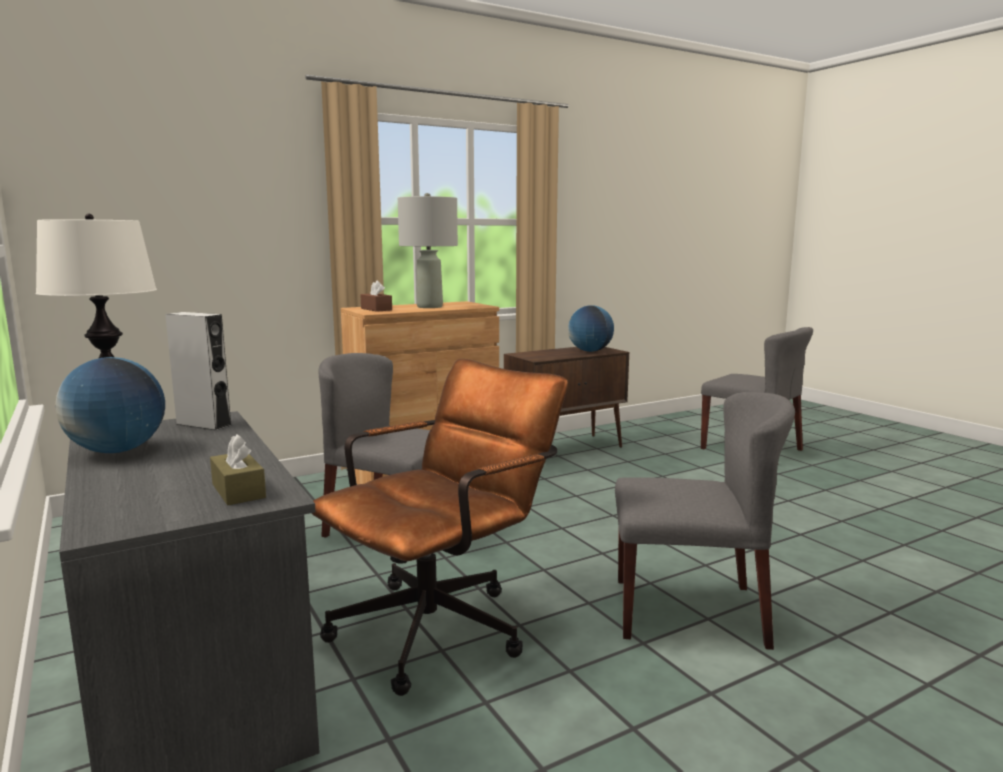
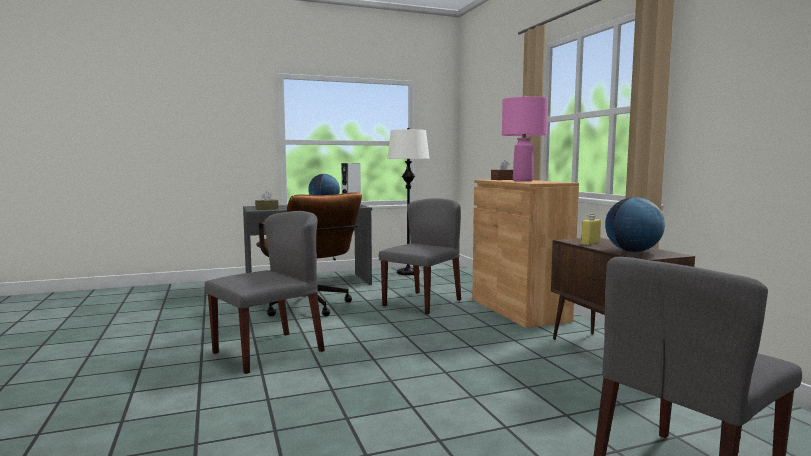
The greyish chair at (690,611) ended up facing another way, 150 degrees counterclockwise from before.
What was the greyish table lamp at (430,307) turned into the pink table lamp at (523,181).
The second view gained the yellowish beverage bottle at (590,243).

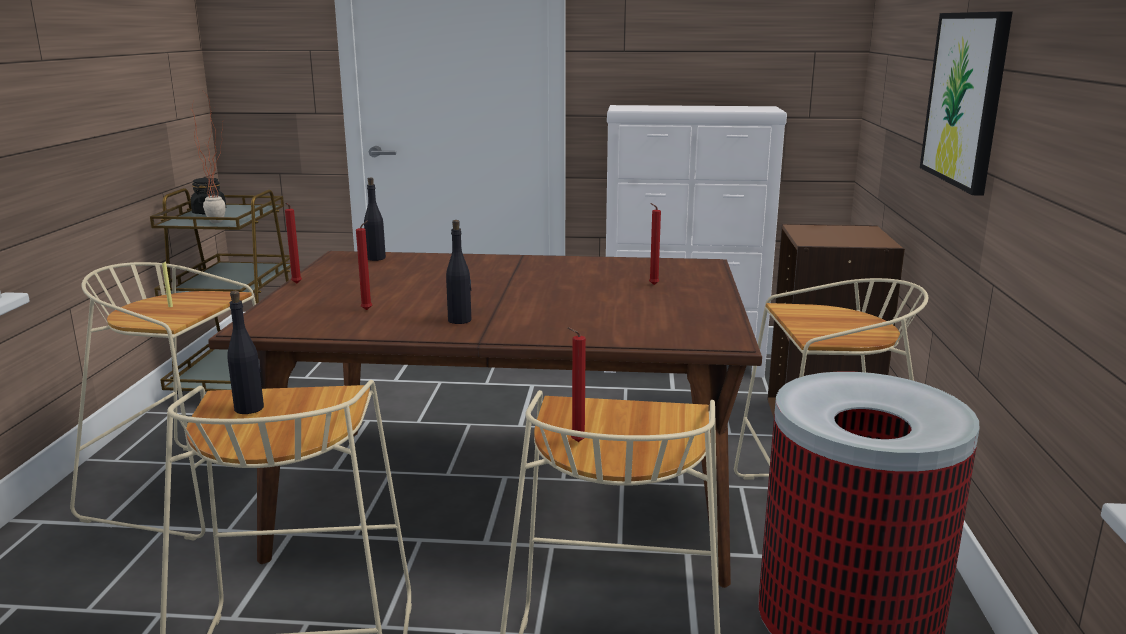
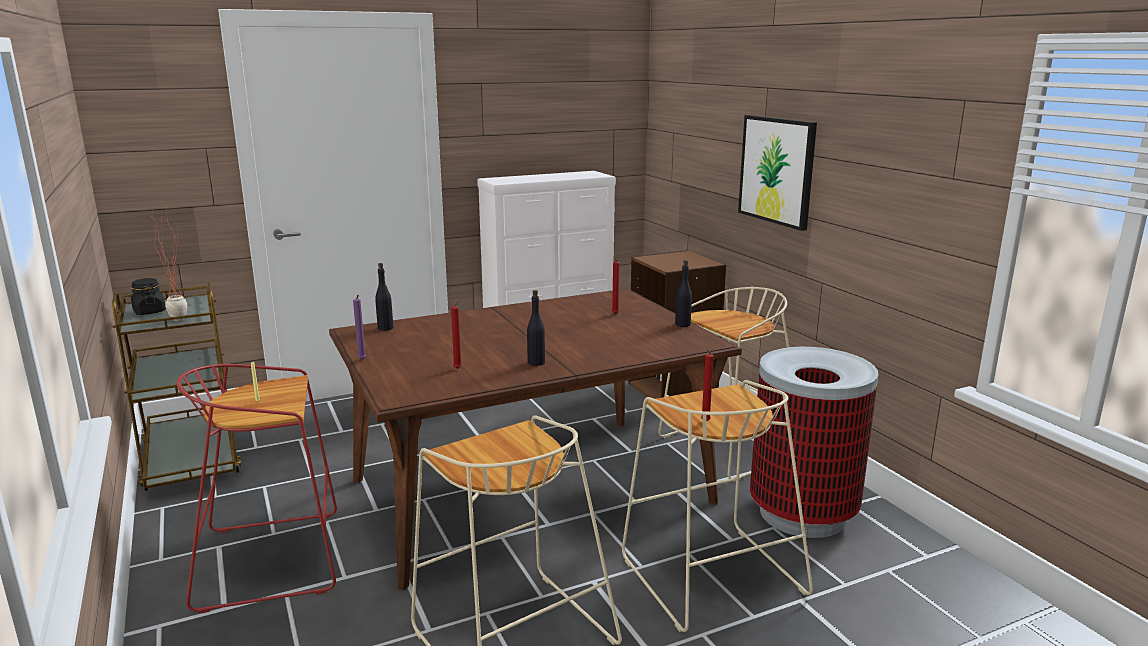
What was the beige-coloured stool seat at (194,489) turned into the red stool seat at (274,558).
What was the red wax candle at (296,284) turned into the purple wax candle at (362,360).
The blackish beverage bottle ended up elsewhere, having gone from (249,408) to (682,324).

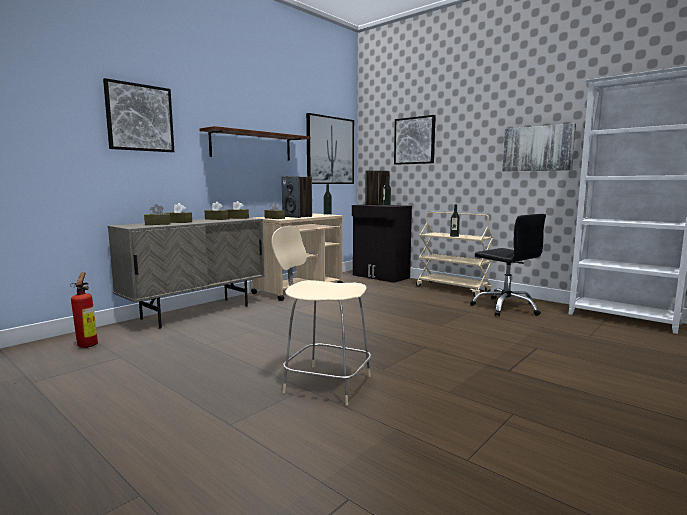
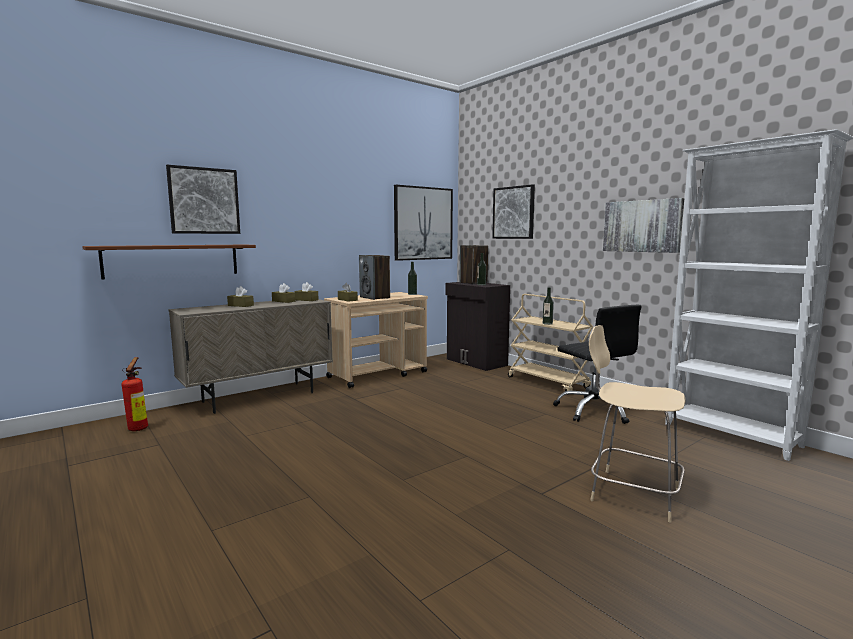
The brownish shelf ended up elsewhere, having gone from (252,146) to (172,260).
The beige-coloured chair ended up elsewhere, having gone from (325,383) to (631,493).
The second view lost the brownish tissue holder at (157,224).

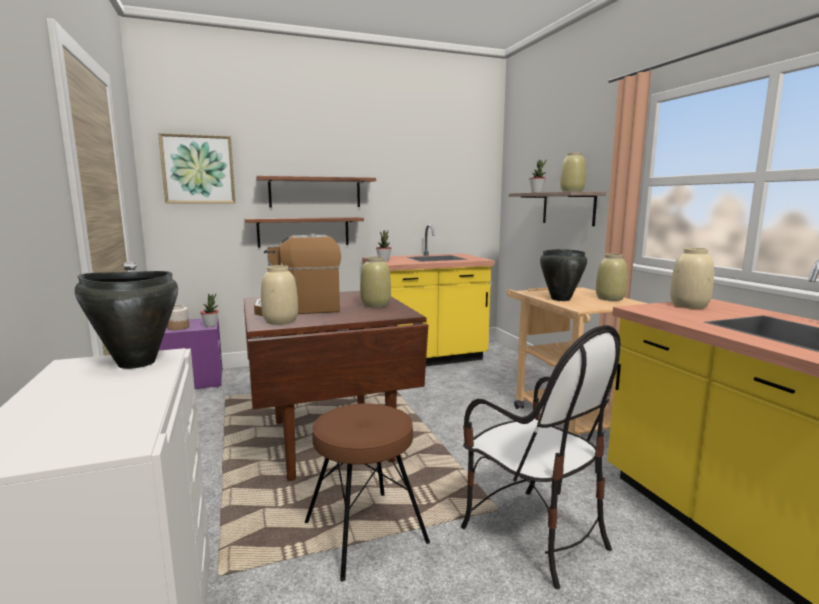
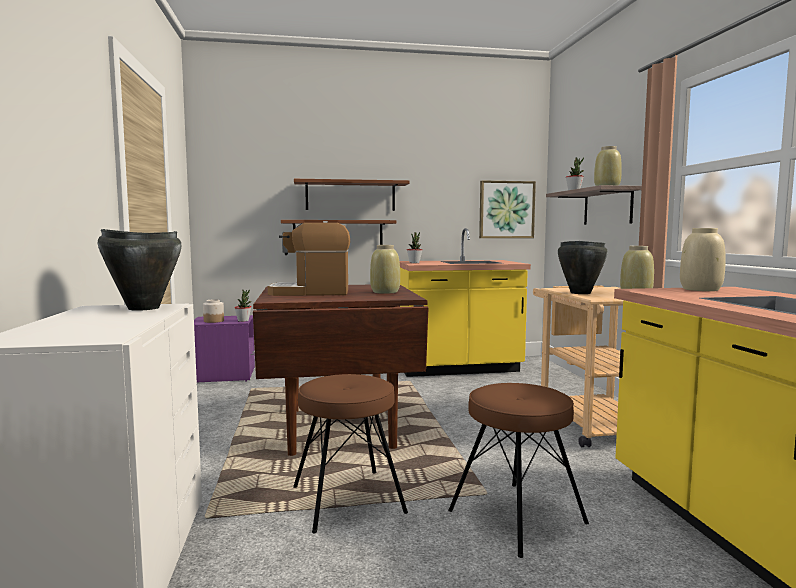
Where the chair stood at (533,534), the brownish stool seat came to stand at (516,517).
The picture ended up elsewhere, having gone from (198,169) to (506,209).
The second view lost the beige-coloured decorative vase at (281,321).

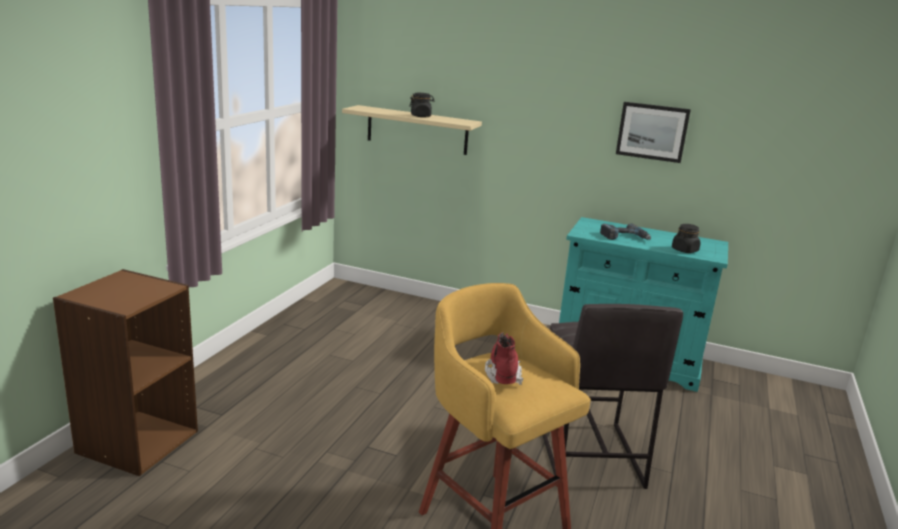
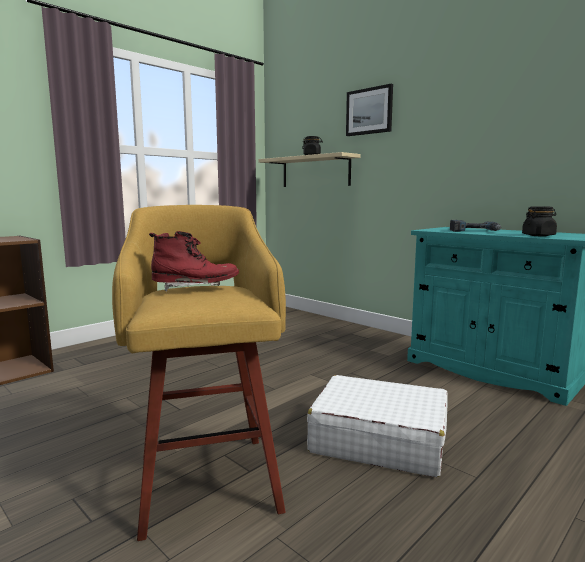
The red tall boot at (503,374) ended up facing another way, 60 degrees clockwise from before.
Where the greyish stool seat stood at (588,454), the white suitcase came to stand at (378,440).
The picture ended up elsewhere, having gone from (652,131) to (369,111).

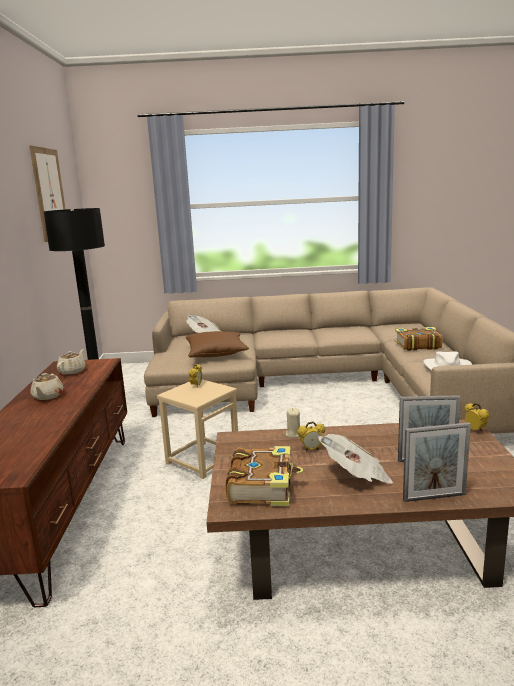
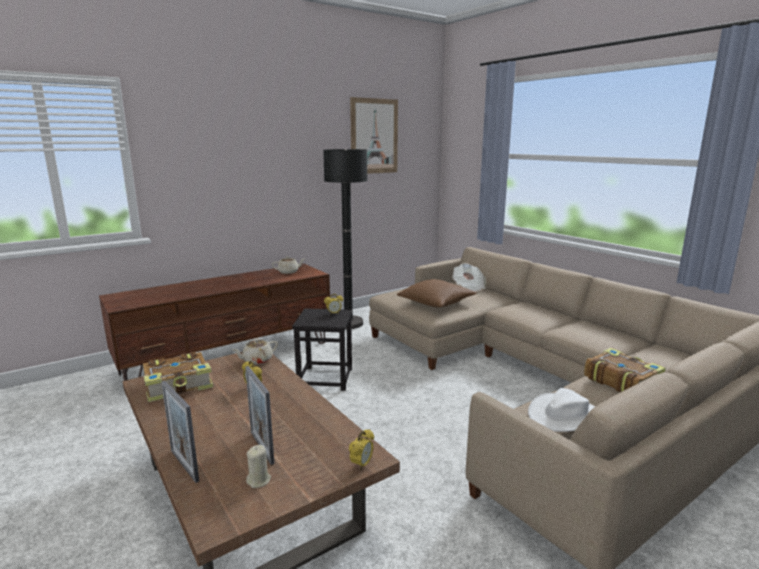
The beige-coloured teapot ended up elsewhere, having gone from (47,396) to (257,360).
The beige-coloured wax candle ended up elsewhere, having gone from (293,434) to (259,480).
What was the beige-coloured stool seat at (202,459) turned into the blackish stool seat at (325,378).
The second view lost the printed paper at (356,476).

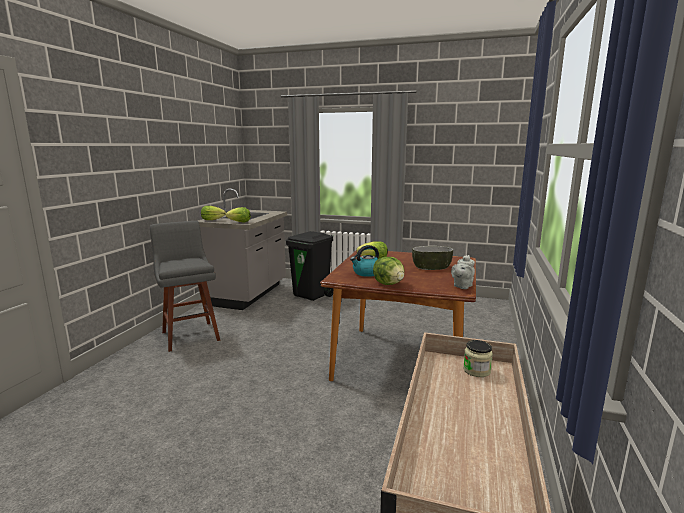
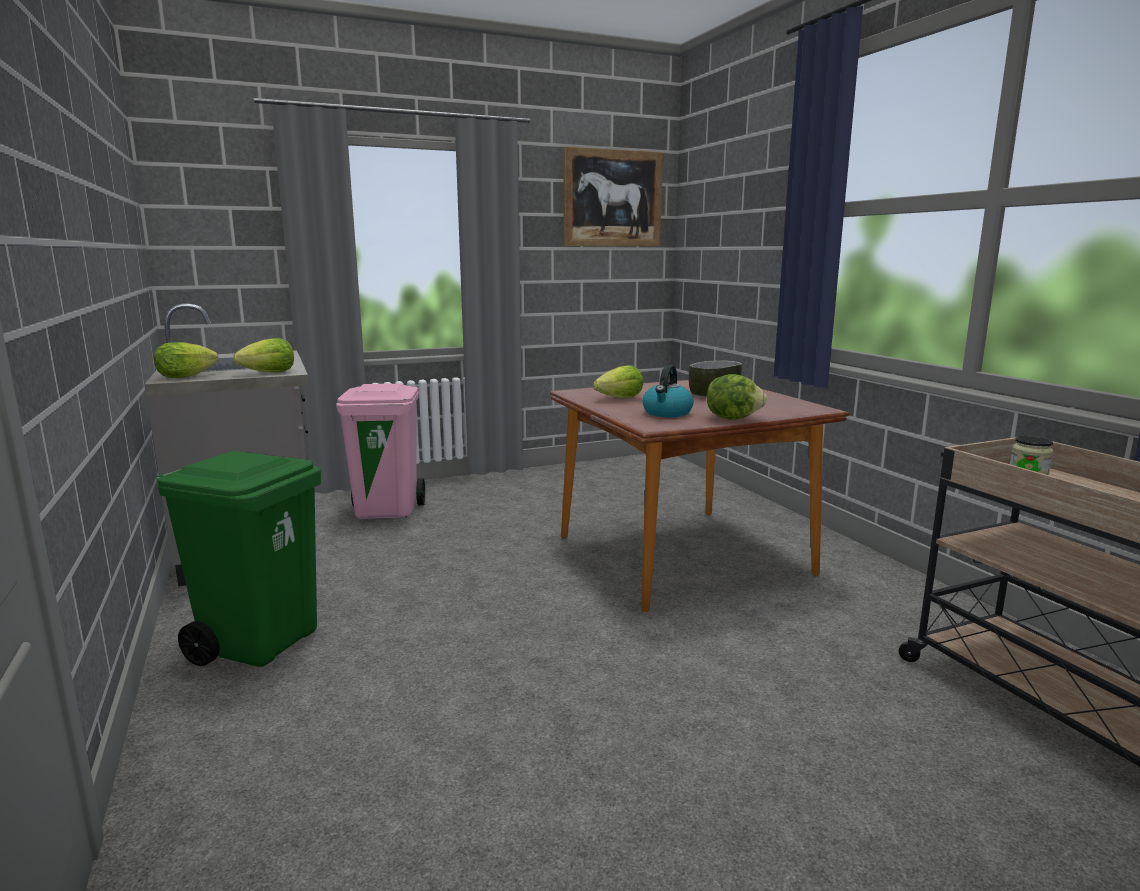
Where the greyish stool seat stood at (190,334), the green-coloured trash can came to stand at (260,642).
What was the blackish trash can at (312,295) turned into the pink trash can at (388,511).
The second view gained the picture at (612,198).
The second view lost the greyish teapot at (462,286).

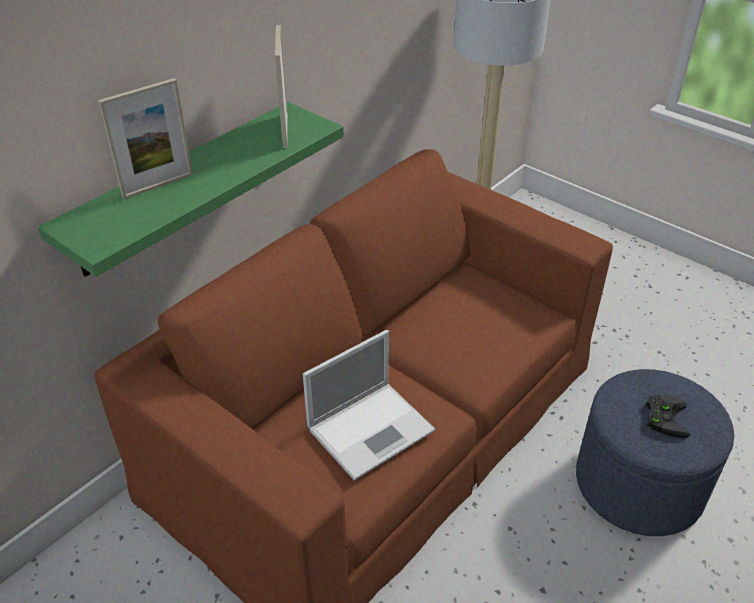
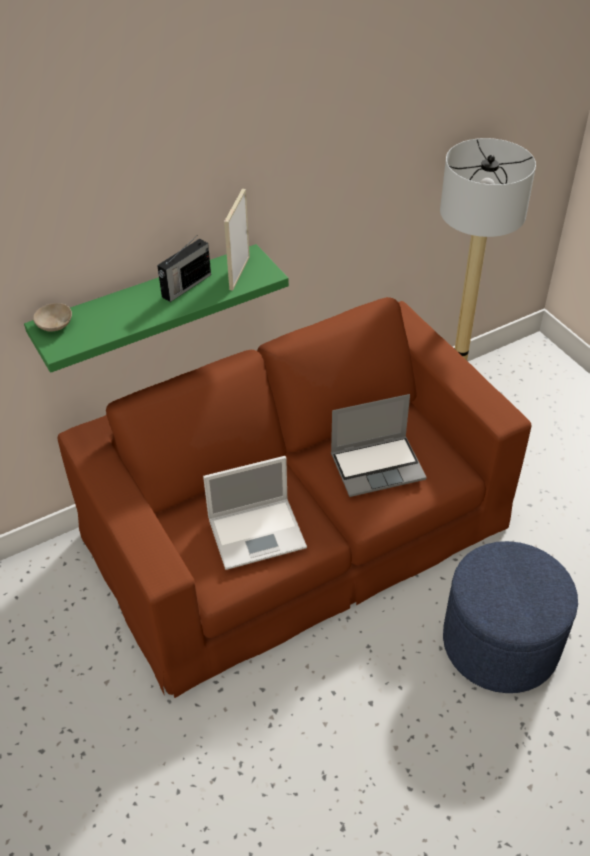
The second view gained the beige-coloured serving bowl at (54,324).
The second view gained the radio set at (185,286).
The second view gained the portable computer at (378,466).
The second view lost the photo frame at (158,185).
The second view lost the blackish gamepad at (664,417).

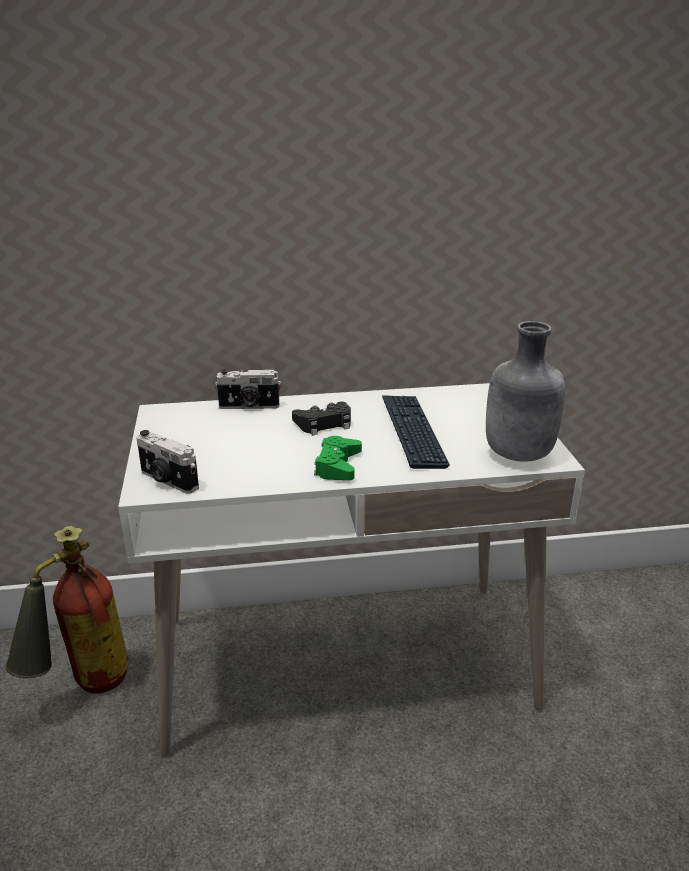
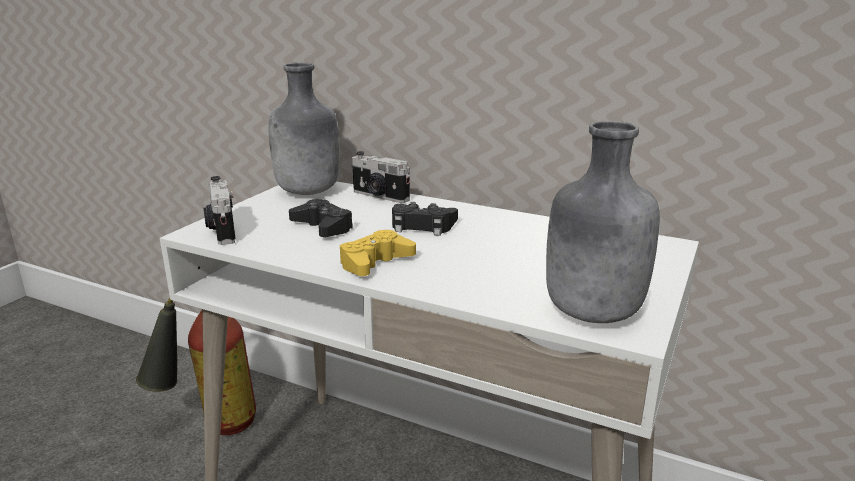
The second view gained the greyish beverage bottle at (308,192).
The second view gained the blackish gamepad at (323,227).
What was the green-coloured gamepad at (337,466) turned into the yellowish gamepad at (375,262).
The second view lost the computer keyboard at (412,431).

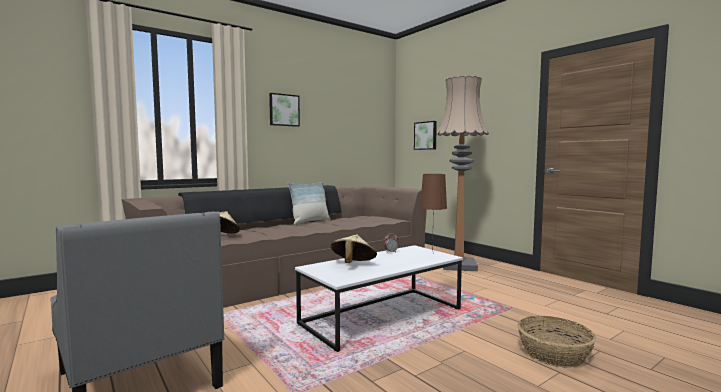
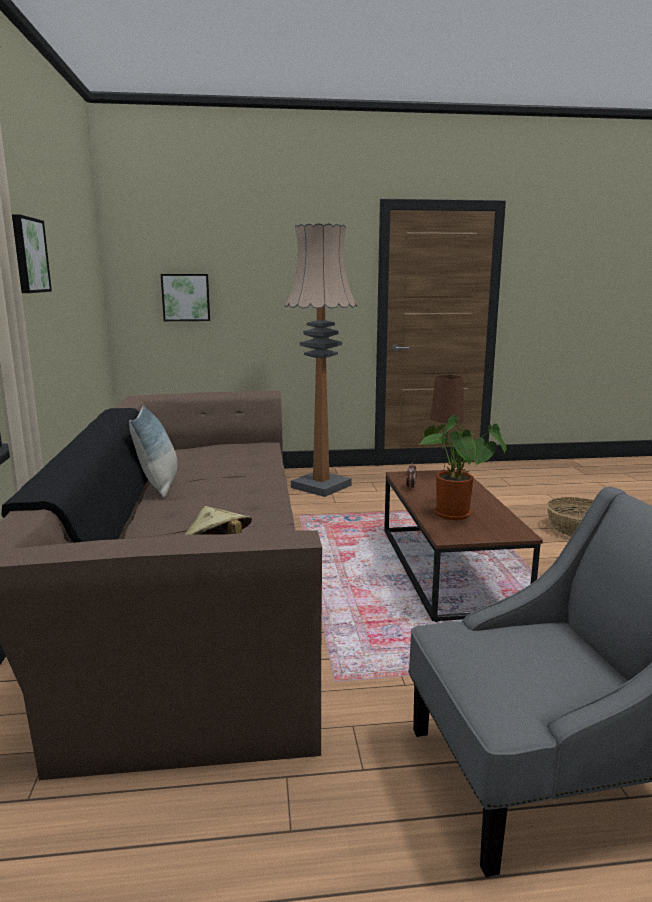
What was the white low table at (382,317) turned into the brownish low table at (448,569).
Where the beige-coloured clothing hat stood at (353,265), the houseplant came to stand at (456,515).

